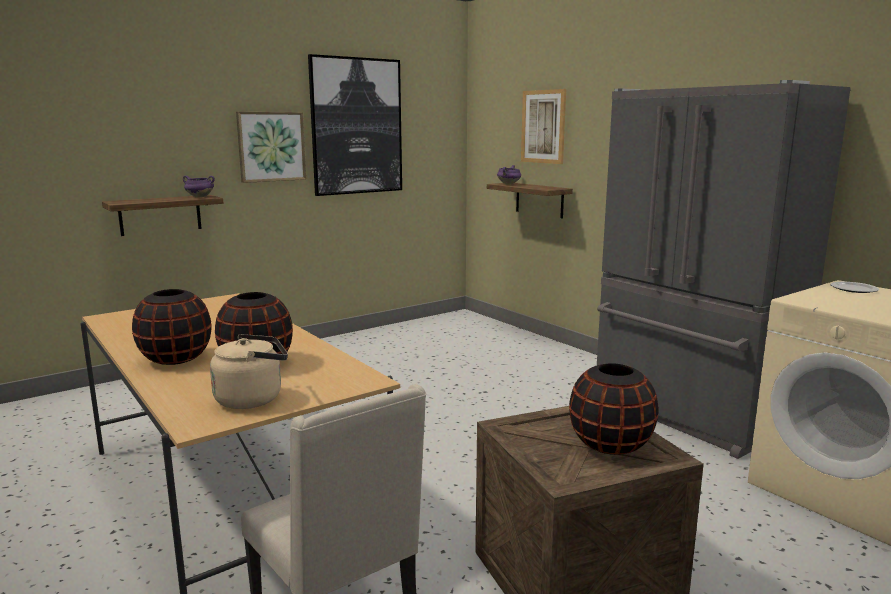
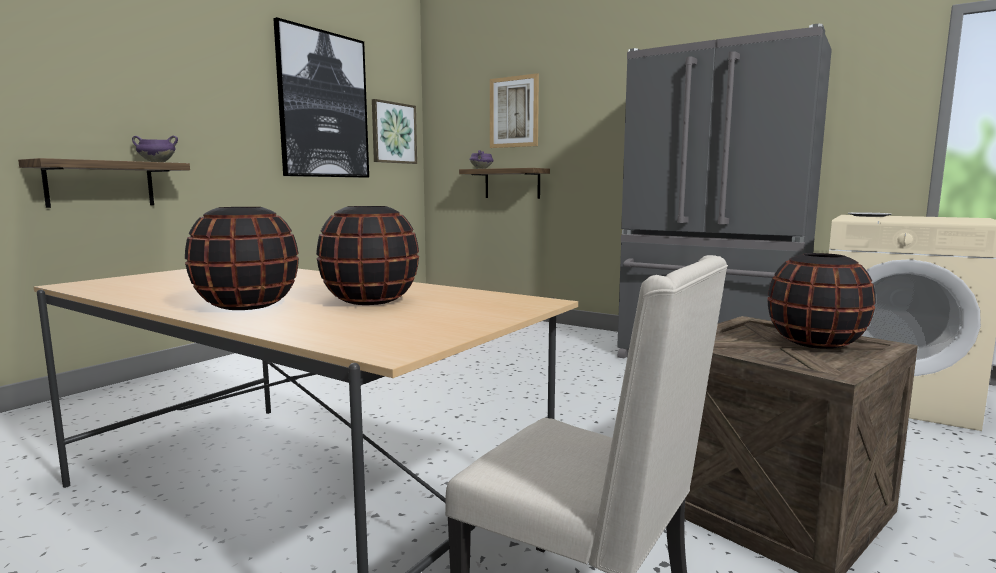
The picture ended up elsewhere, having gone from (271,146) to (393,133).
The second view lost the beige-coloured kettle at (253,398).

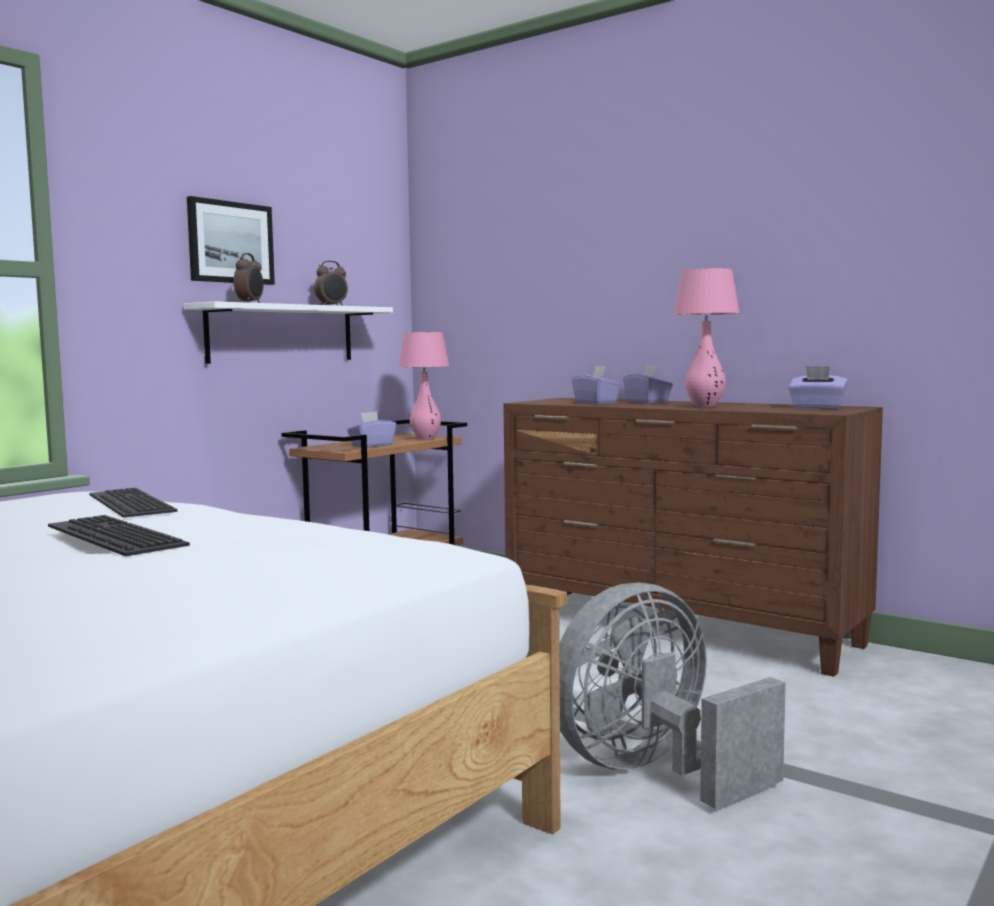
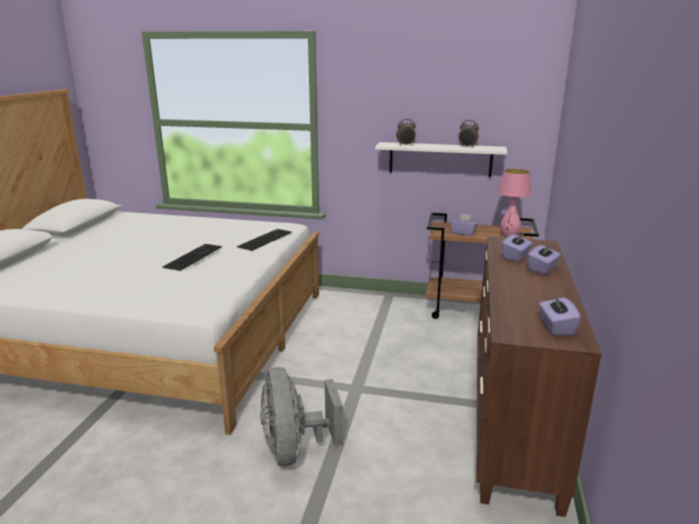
The greyish cooling fan at (653,771) ended up facing another way, 135 degrees counterclockwise from before.
The second view lost the picture at (230,242).
The second view lost the pink table lamp at (705,406).

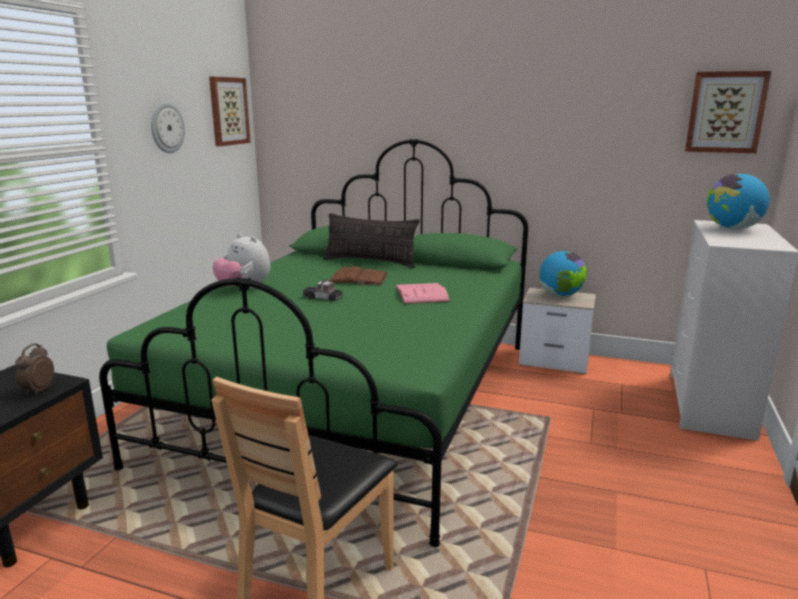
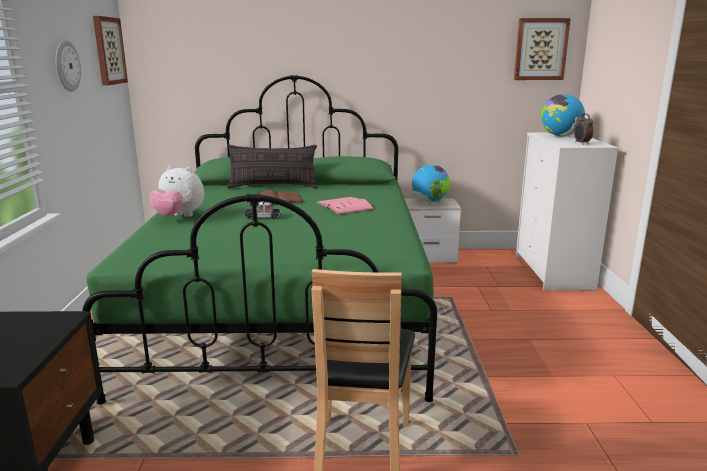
The bedside clock ended up elsewhere, having gone from (38,391) to (581,143).

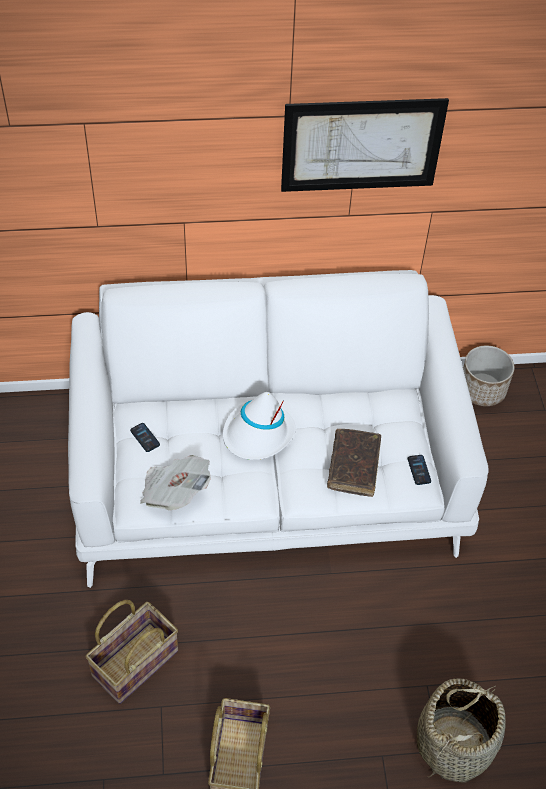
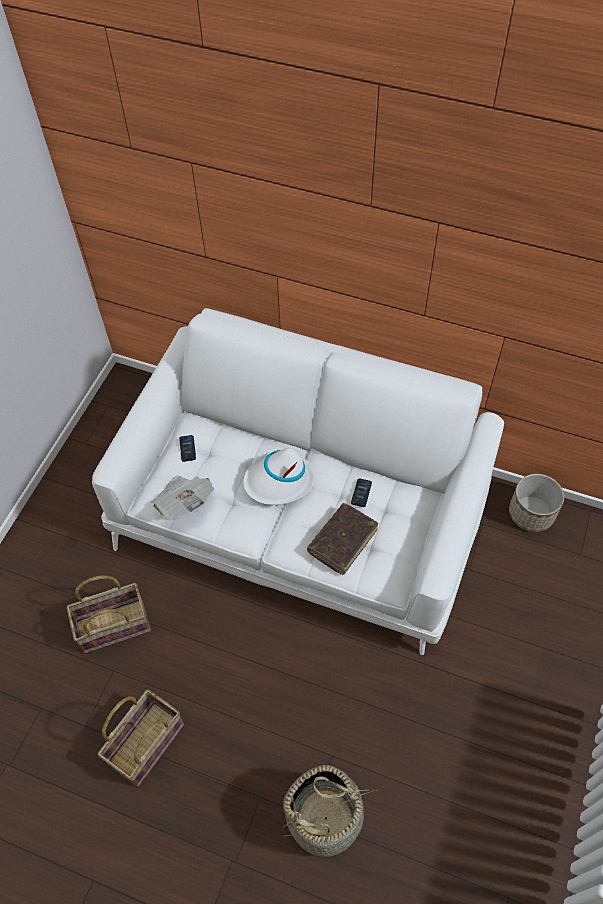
The handset ended up elsewhere, having gone from (419,470) to (361,493).
The second view lost the picture at (362,145).

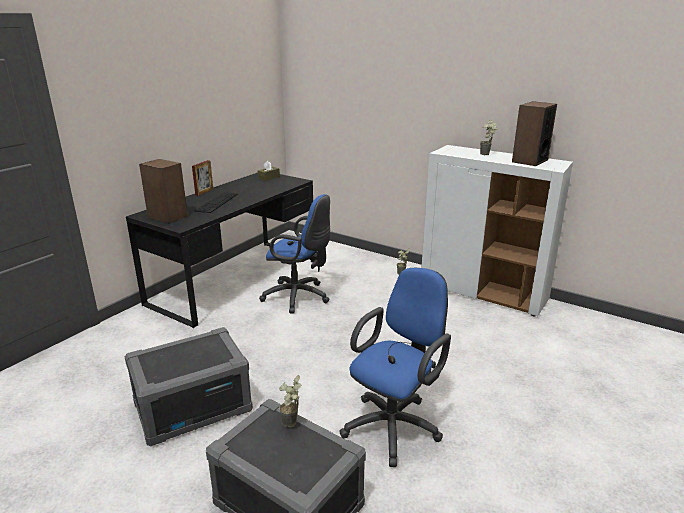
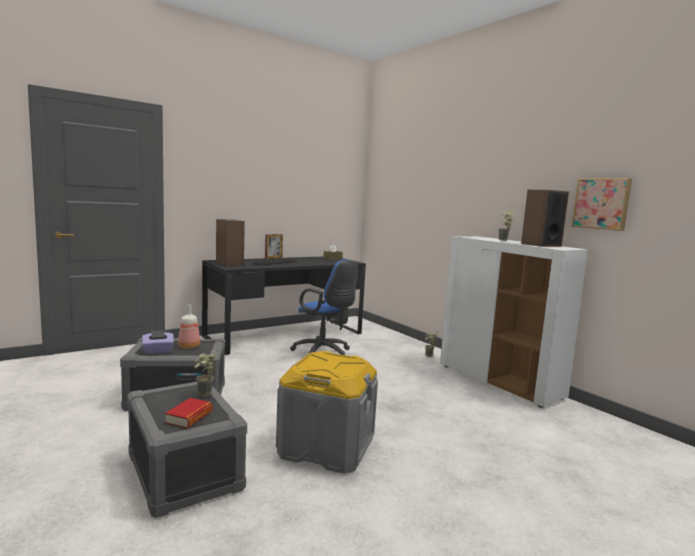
The second view gained the purple tissue holder at (158,351).
The second view gained the book at (189,417).
The second view gained the beverage bottle at (189,347).
Where the blue computer chair stood at (395,424), the greyish storage bin came to stand at (326,447).
The second view gained the picture at (601,203).

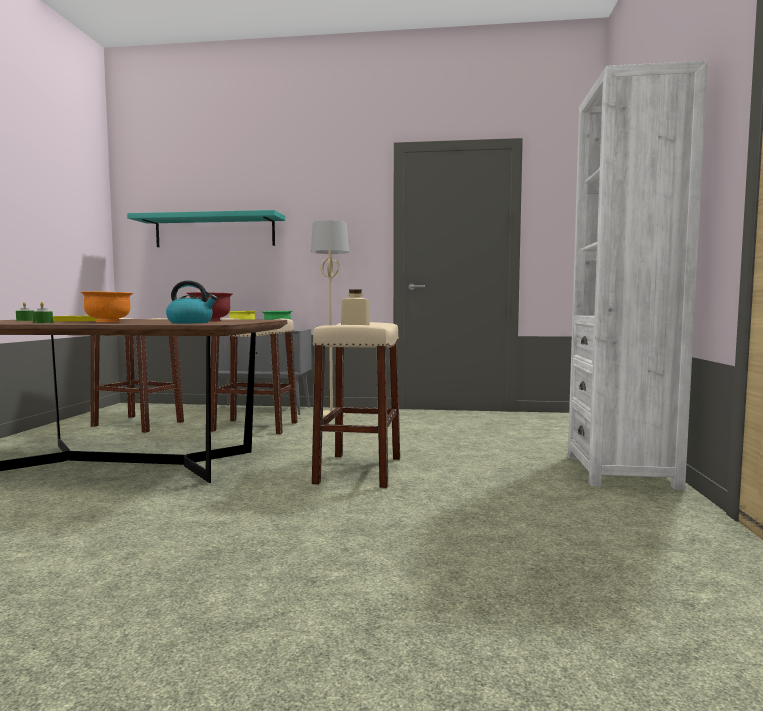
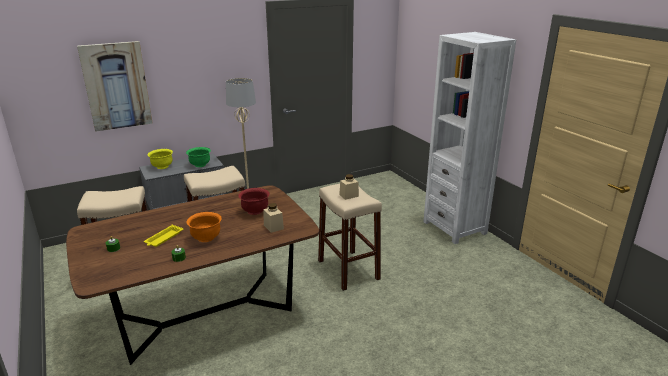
Where the turquoise shelf hung at (214,231), the picture came to hang at (116,86).
Where the kettle stood at (191,322), the beige-coloured preserve jar came to stand at (273,227).

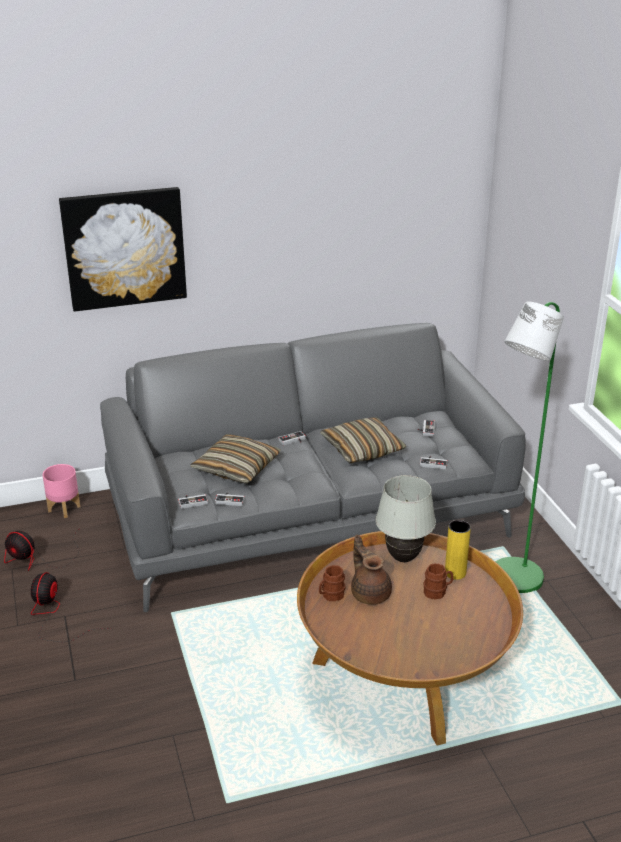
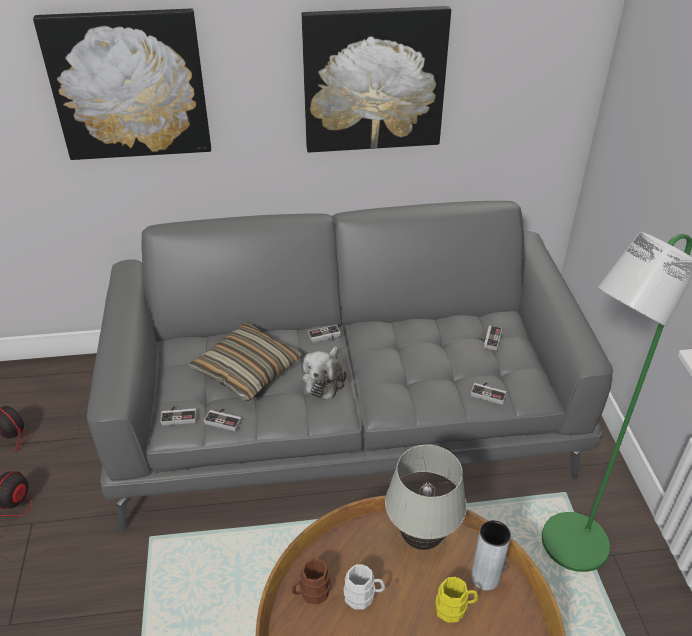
The second view gained the picture at (374,80).
The second view gained the cuddly toy at (325,380).
Where the brownish teapot stood at (370,593), the white tea mug came to stand at (363,596).
What was the brownish tea mug at (437,591) turned into the yellowish tea mug at (455,609).
What was the yellowish decorative vase at (455,573) turned into the greyish decorative vase at (485,577).
The second view lost the pink planter at (64,508).
The second view lost the cushion at (362,449).

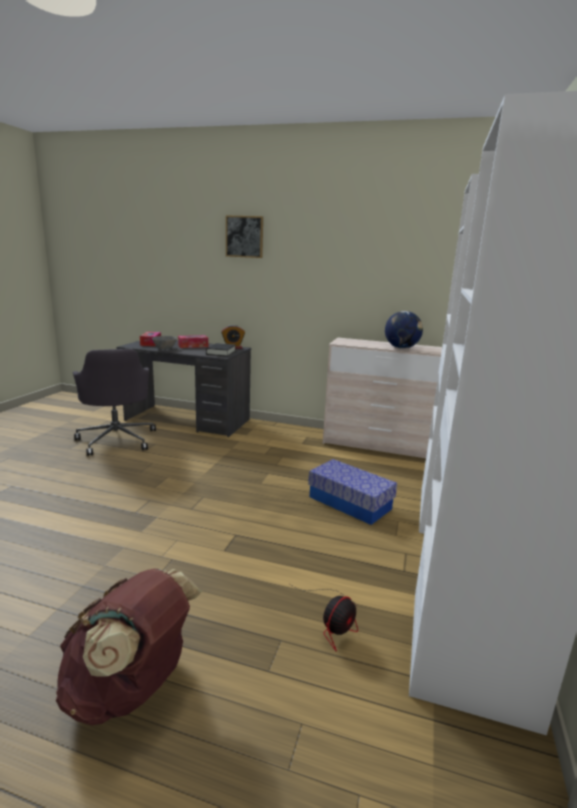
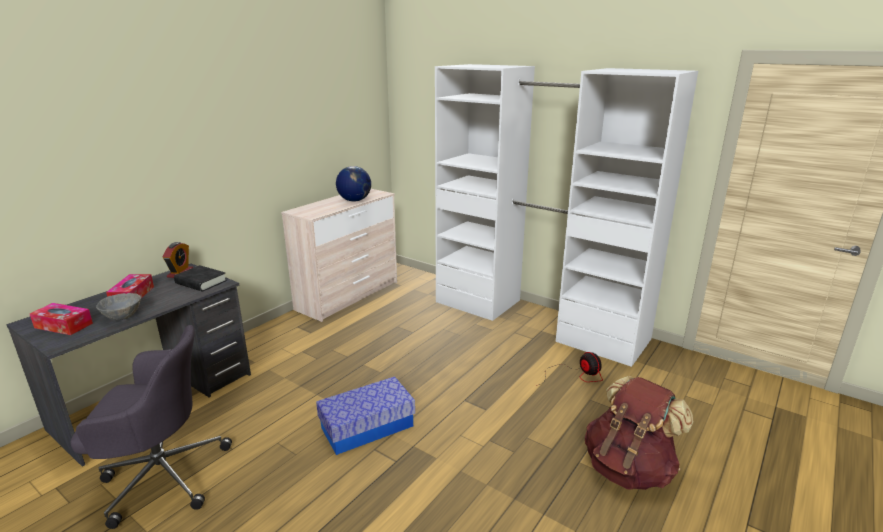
The storage bin ended up elsewhere, having gone from (350,503) to (367,427).
The second view lost the picture at (244,236).

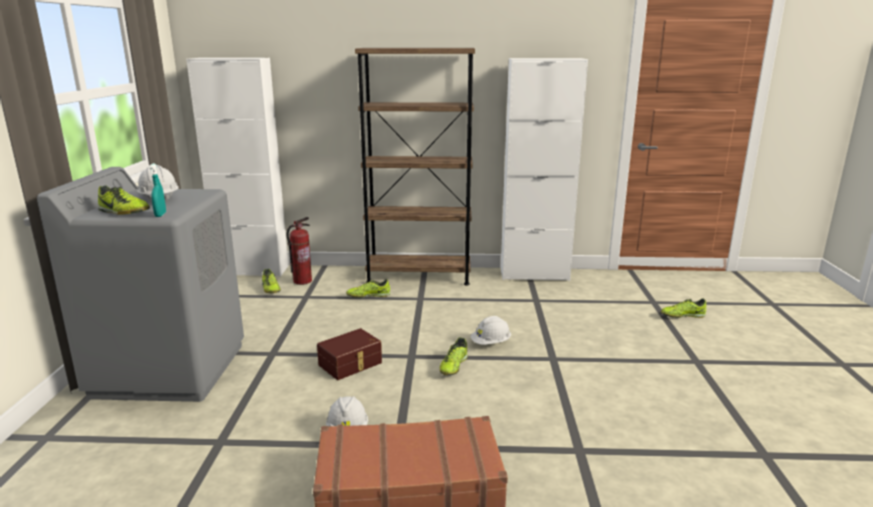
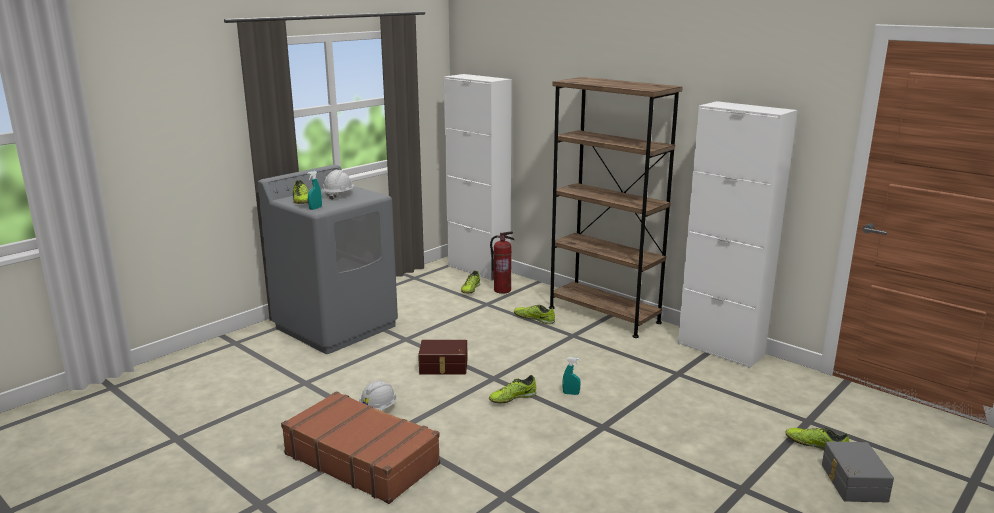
Where the white work helmet stood at (491,343), the turquoise spray bottle came to stand at (571,393).
The second view gained the greyish storage bin at (852,482).

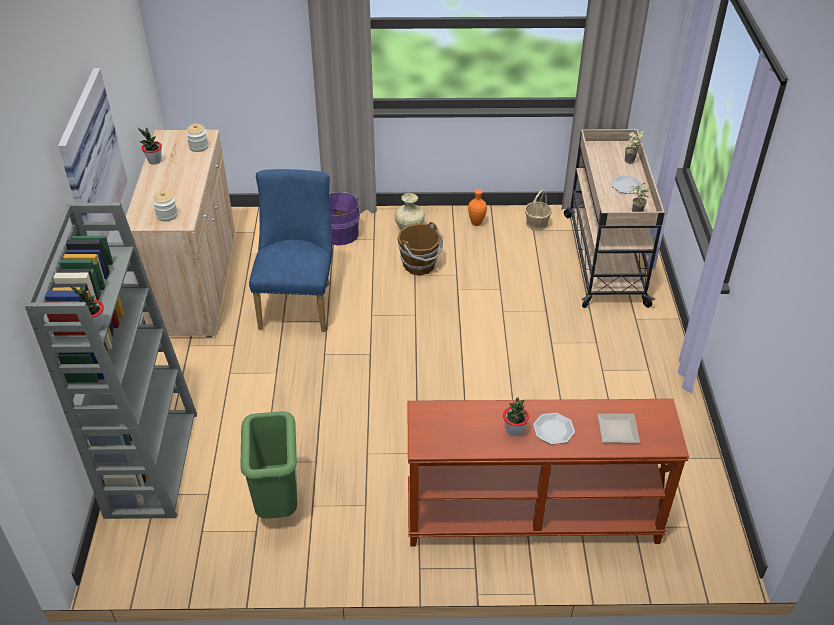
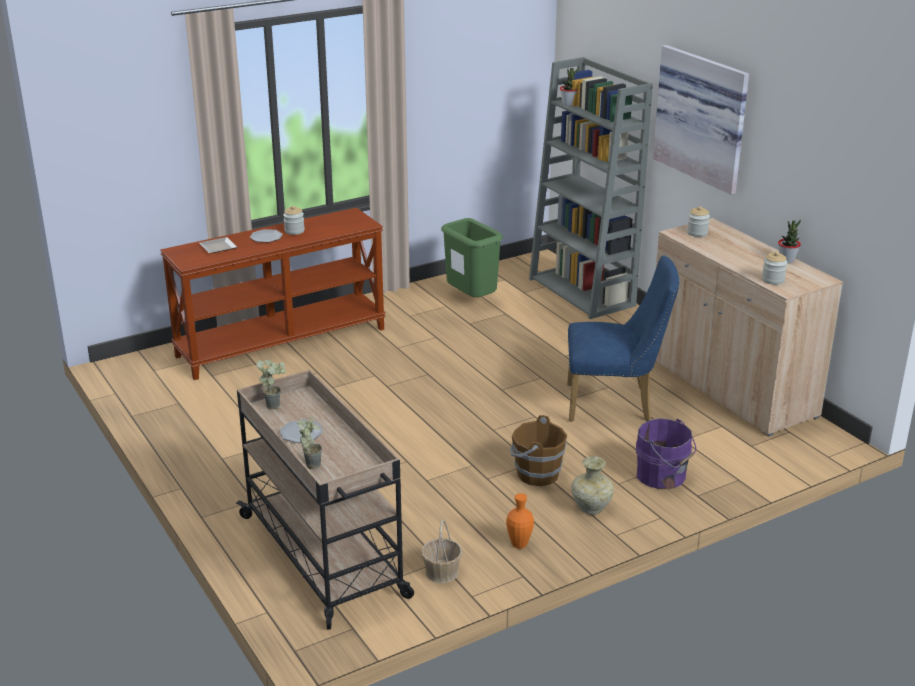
Where the houseplant stood at (514,430), the preserve jar came to stand at (294,231).
The blue chair at (298,302) ended up facing another way, 60 degrees counterclockwise from before.

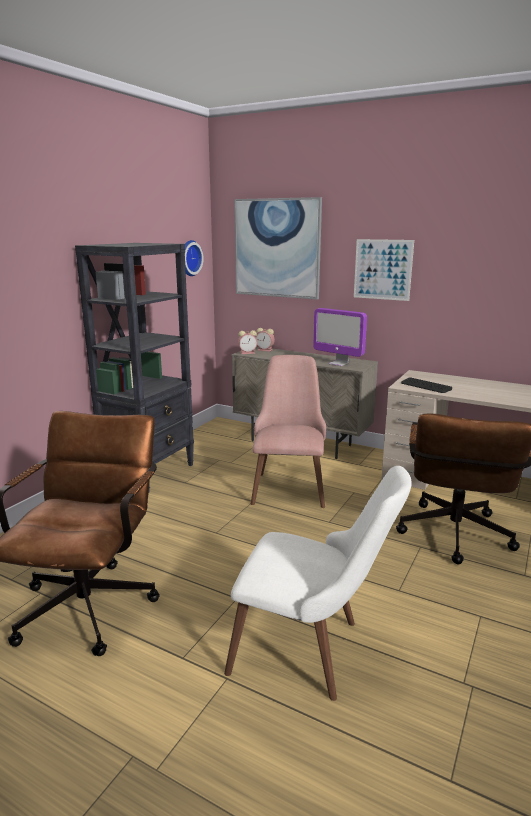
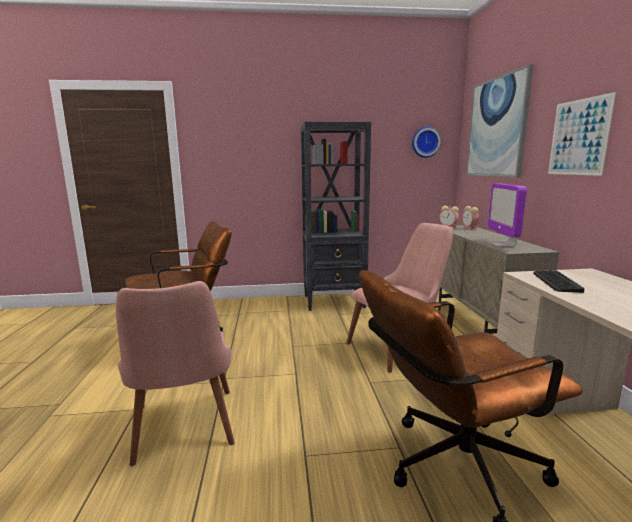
What was the white chair at (312,649) turned into the pink chair at (185,434).

